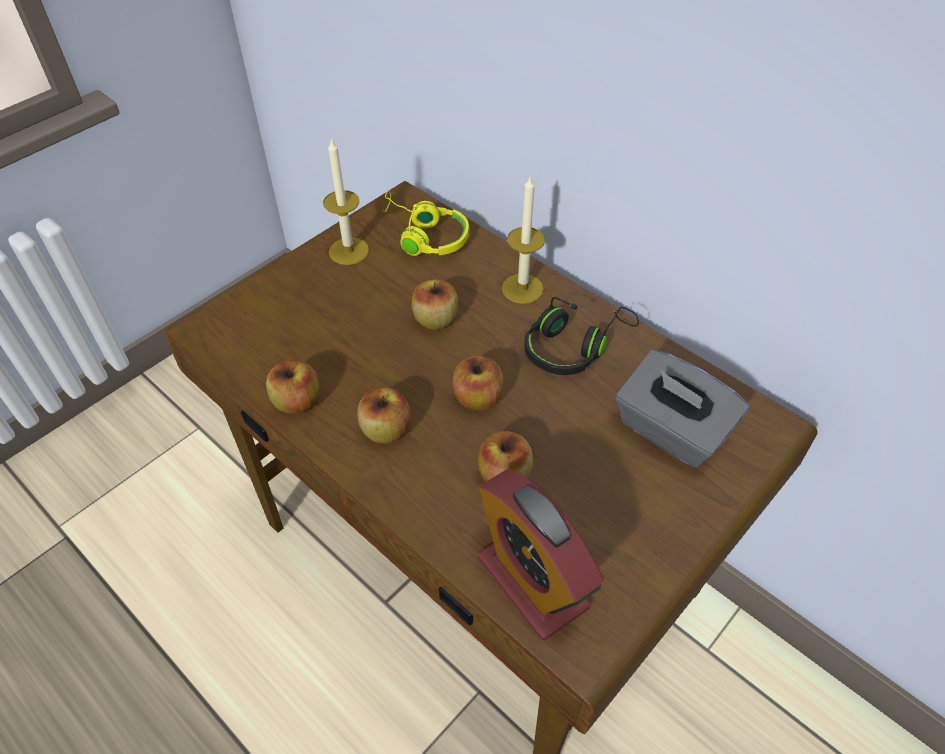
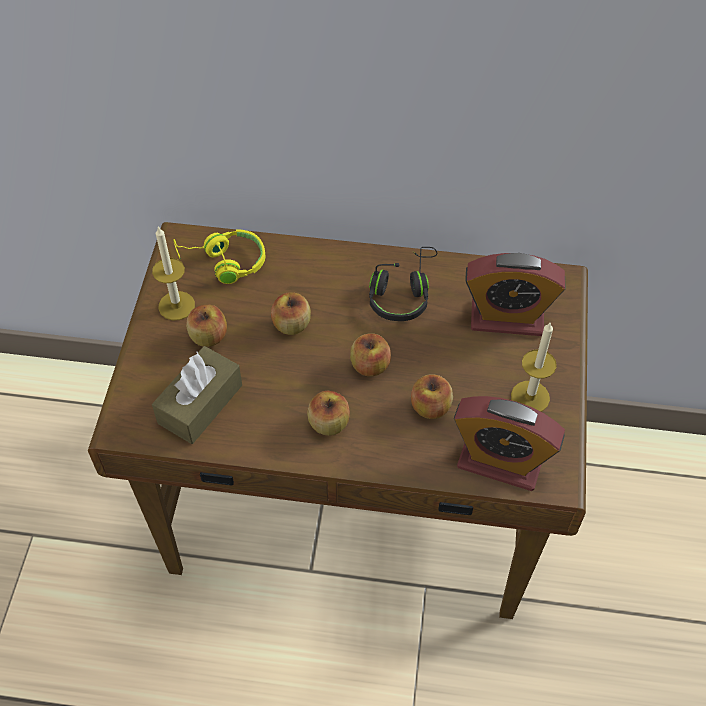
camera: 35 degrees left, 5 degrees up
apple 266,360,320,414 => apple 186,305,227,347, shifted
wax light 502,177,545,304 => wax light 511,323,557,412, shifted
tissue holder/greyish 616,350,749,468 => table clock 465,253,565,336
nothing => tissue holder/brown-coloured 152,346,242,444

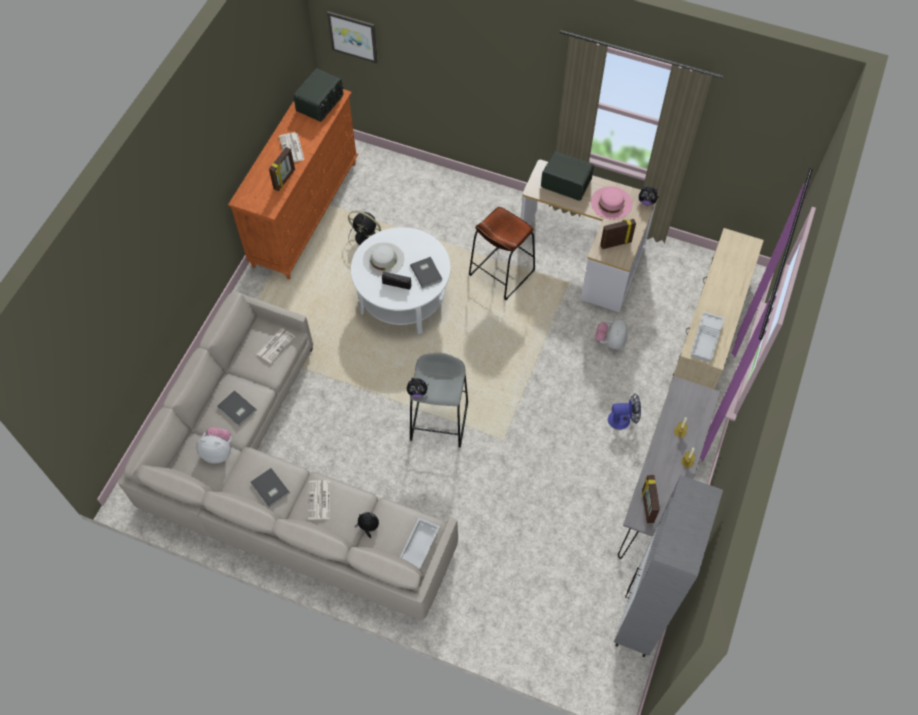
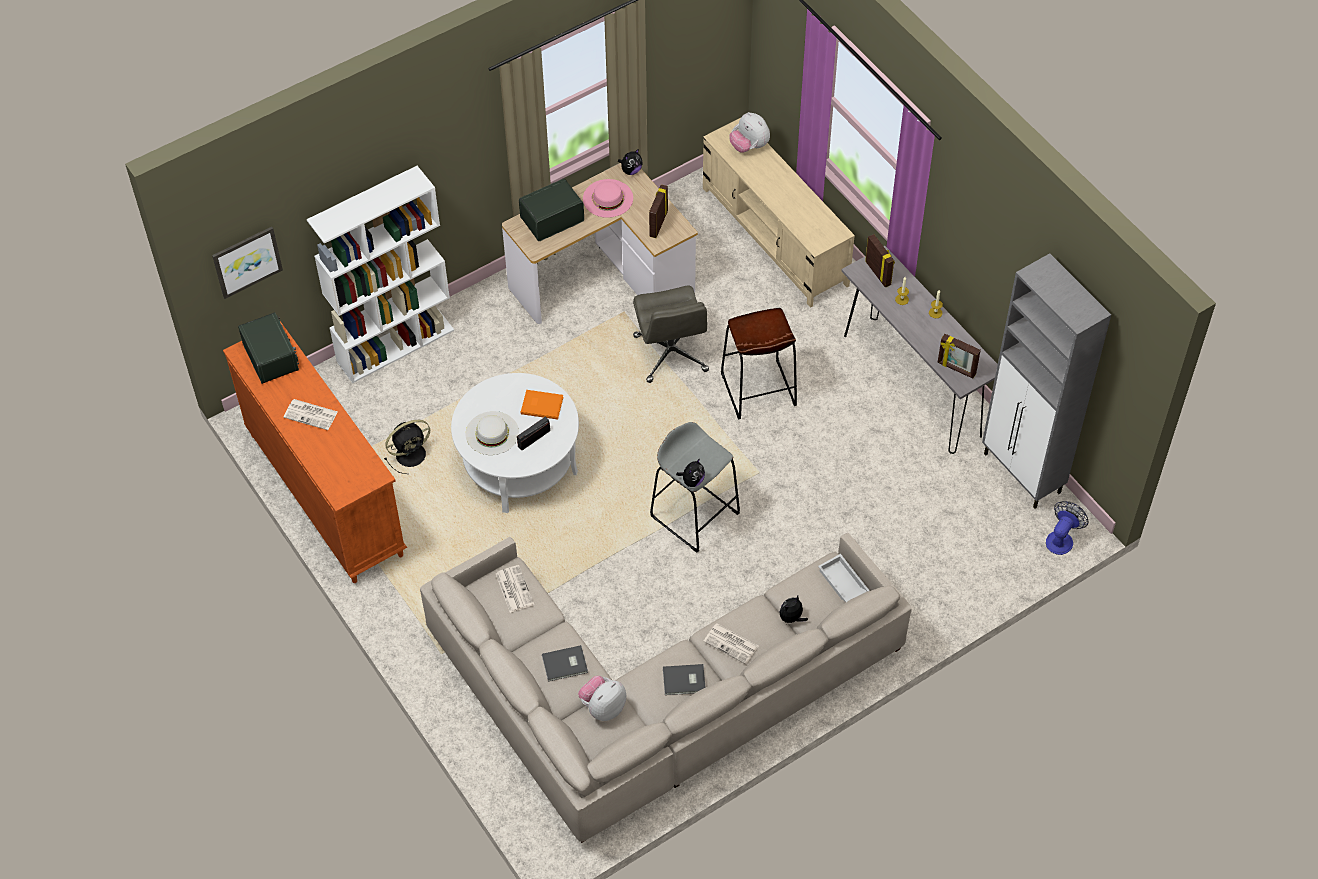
camera: 55 degrees left, 5 degrees down
picture frame 269,147,295,191 => picture frame 865,234,895,288, shifted
bound book/greyish 410,257,442,289 => bound book/orangey 521,390,563,420
stool/brown-coloured 469,207,535,300 => stool/brown-coloured 721,308,797,420, shifted
soft toy 595,319,628,350 => soft toy 729,112,770,153, shifted
electric fan 608,394,641,430 => electric fan 1046,501,1088,555, shifted
tray/white 691,312,724,363 => nothing
nothing => bookshelf/white 307,166,454,383
nothing => desk chair/greyish 633,286,709,383

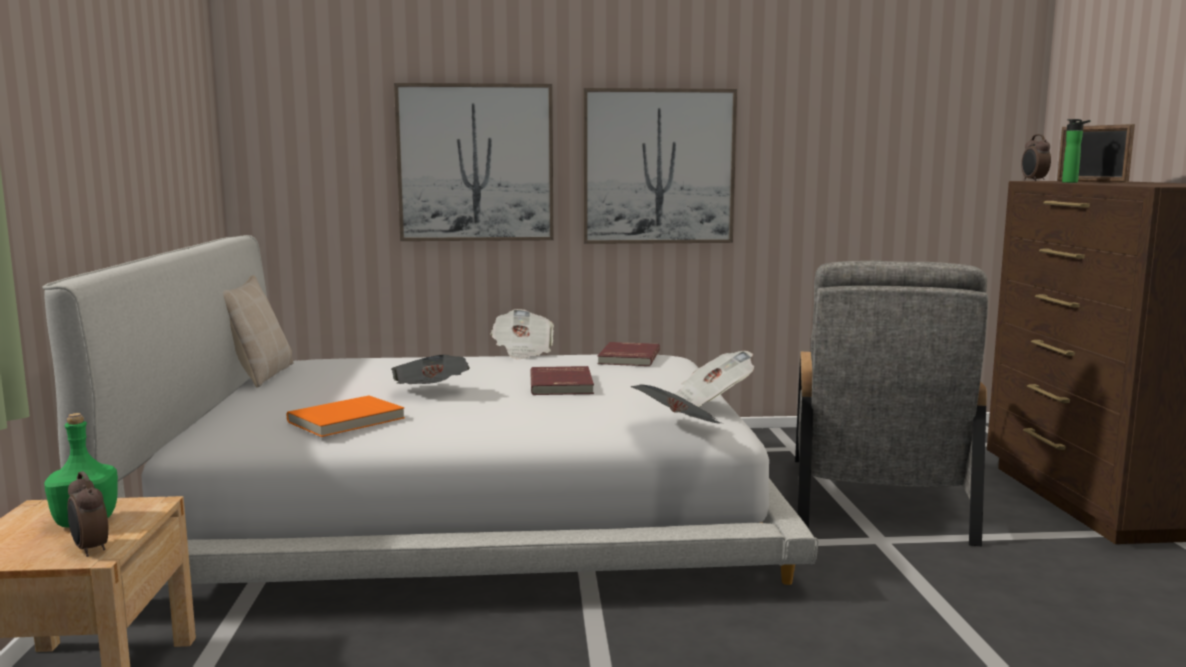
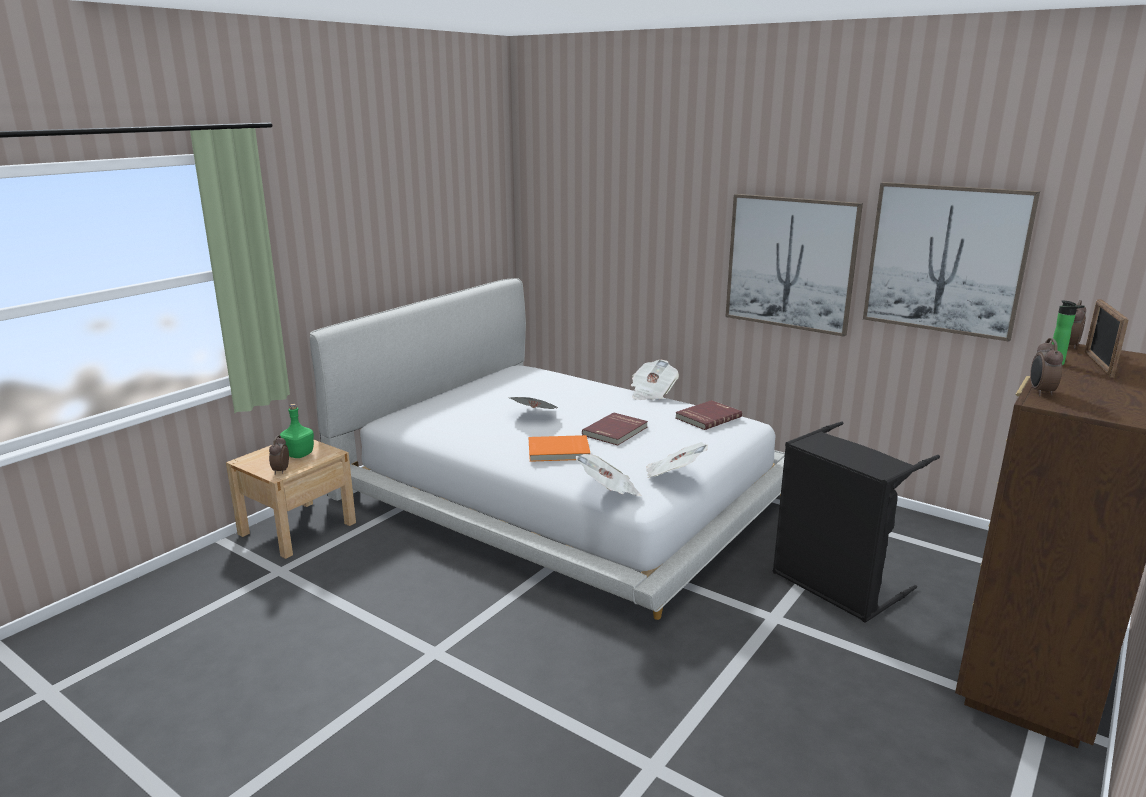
camera: 40 degrees right, 10 degrees up
cushion/beige-coloured 223,275,294,388 => nothing
bound book/orangey 287,396,405,437 => bound book/orangey 529,435,590,462, shifted
wall art 394,83,553,241 => wall art 863,182,1040,342, shifted
easy chair/greyish 795,261,988,546 => washing basket/blackish 773,421,940,623
nothing => table clock 1030,338,1063,396

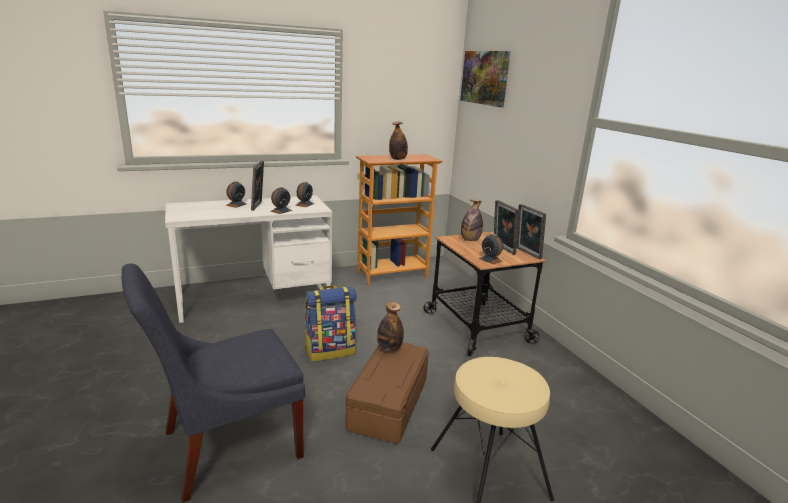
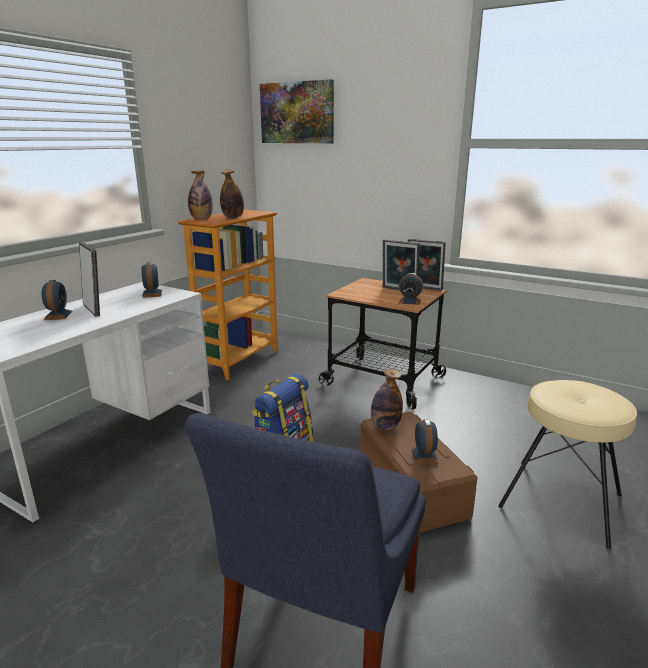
camera: 35 degrees left, 0 degrees up
table clock 271,187,292,214 => table clock 411,419,439,464, shifted
beverage bottle 461,199,483,241 => beverage bottle 188,171,213,219, shifted

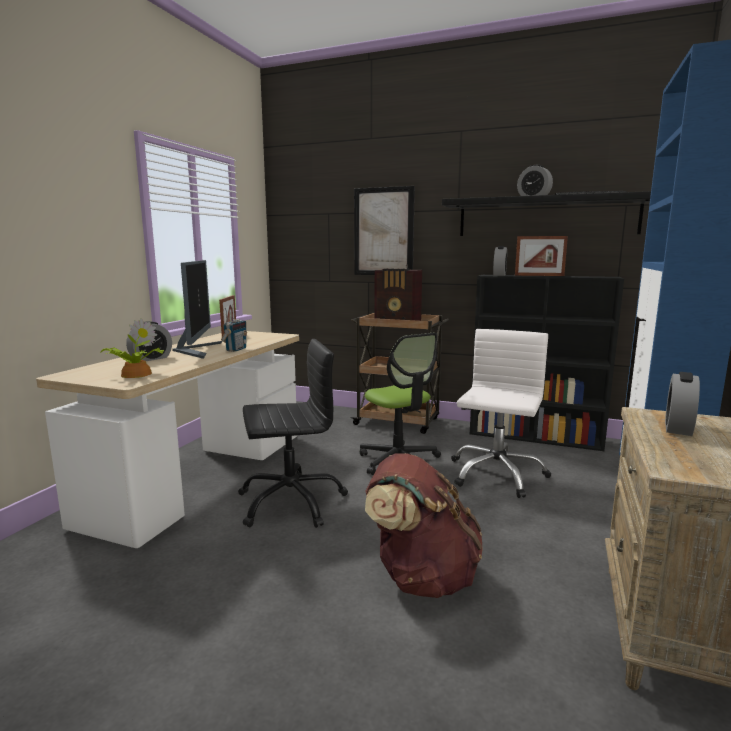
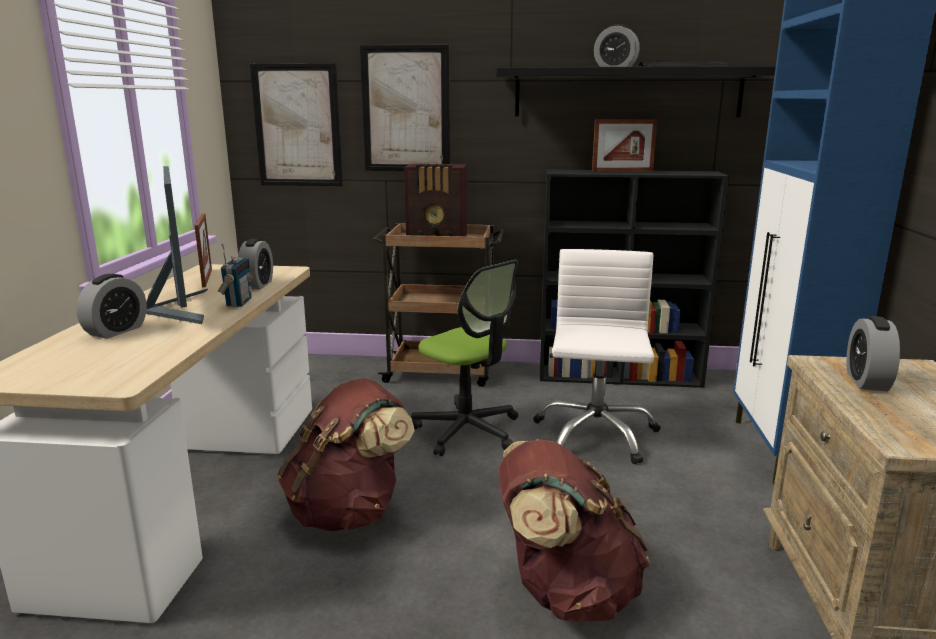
camera: 15 degrees left, 5 degrees up
houseplant 100,318,164,378 => nothing
desk chair/blackish 238,339,348,528 => backpack/brown-coloured 278,378,415,531
table clock 493,246,507,276 => table clock 238,239,273,289, shifted
nothing => wall art 250,63,343,186

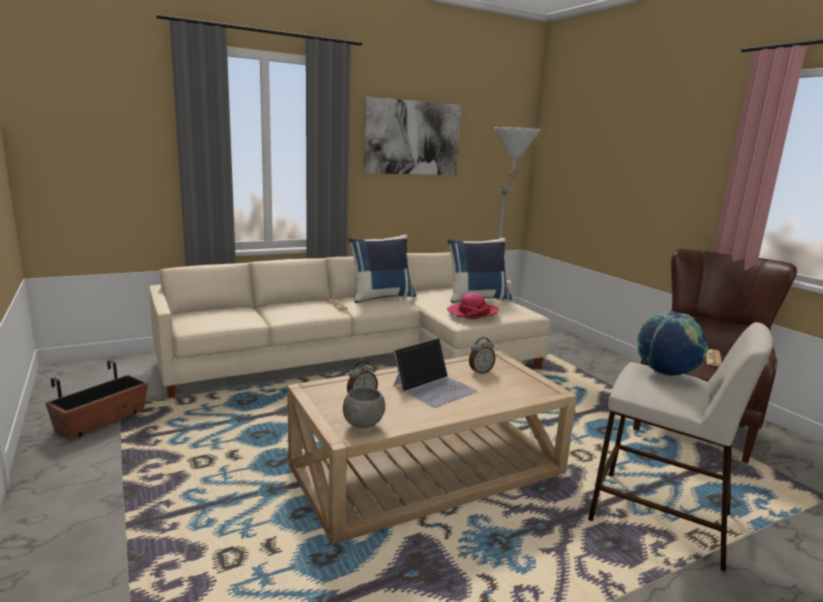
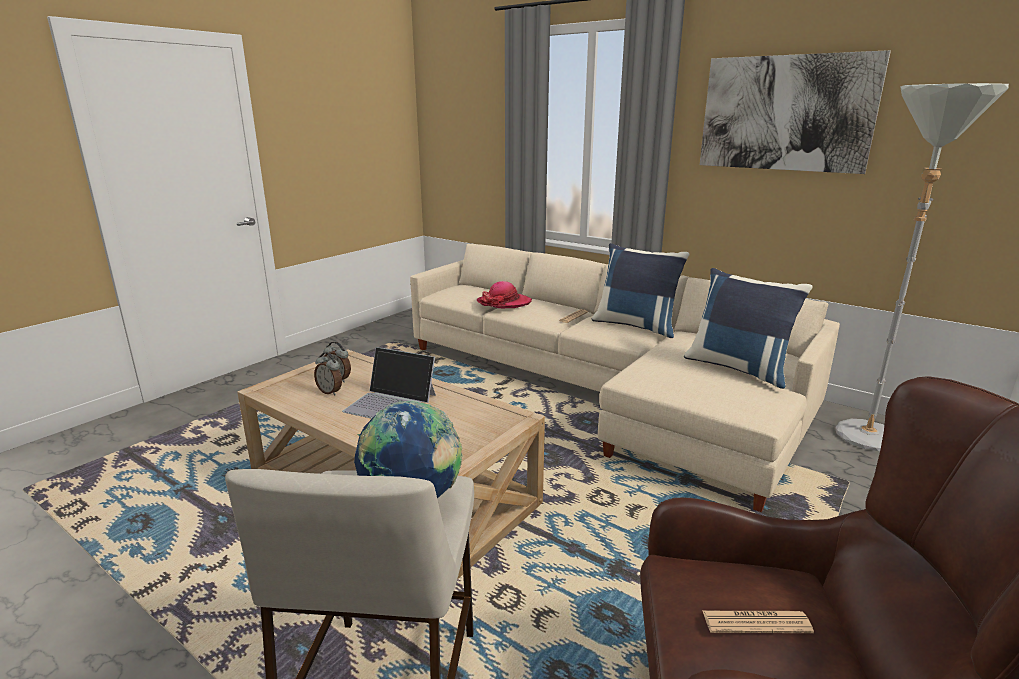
camera: 65 degrees right, 5 degrees up
flower pot 45,360,148,440 => nothing
deep dish/greyish 343,387,385,428 => nothing
wearable hat 447,293,499,319 => wearable hat 477,281,532,308, shifted
table clock 469,337,495,374 => table clock 314,352,342,395, shifted

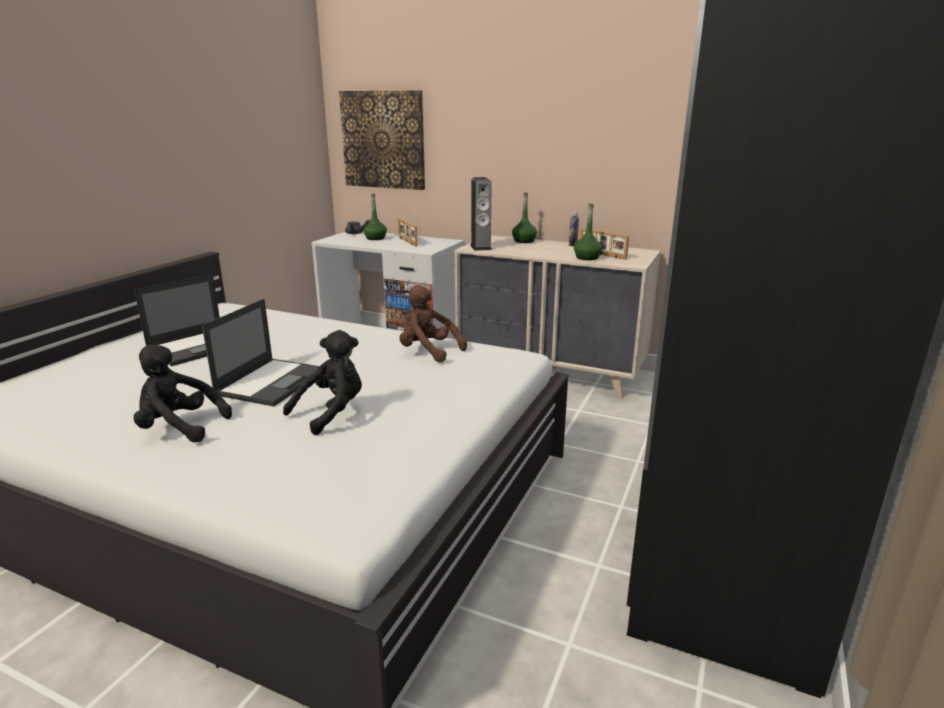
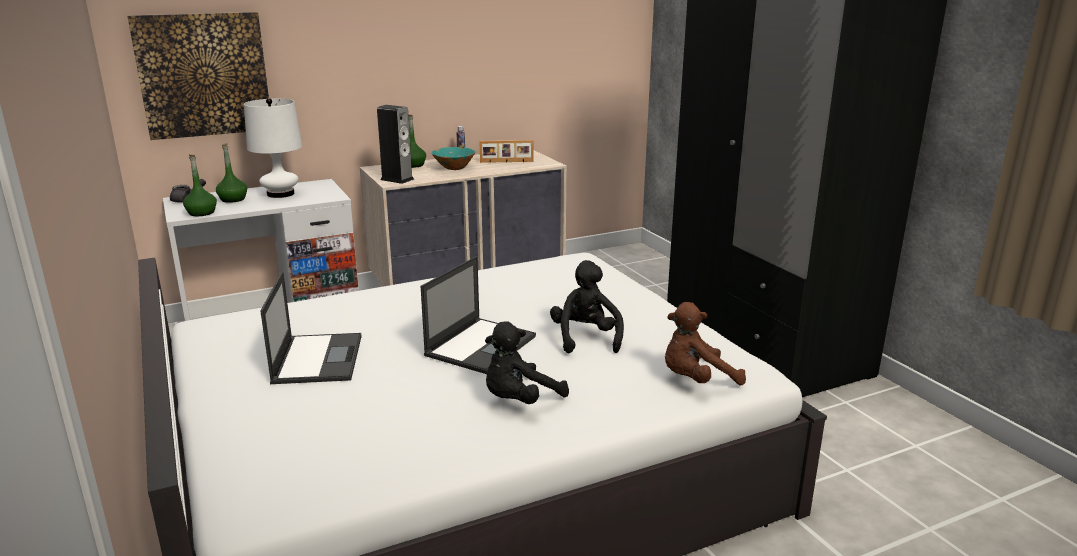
camera: 50 degrees left, 0 degrees up
portable computer 202,299,320,406 => portable computer 421,256,536,374, 60 degrees clockwise
picture frame 398,218,418,247 => lamp for a table/white 244,98,302,198
soft toy/brown-coloured 400,285,467,362 => soft toy/brown-coloured 665,302,746,385, shifted
beverage bottle/green-coloured 574,203,602,260 => beverage bottle/green-coloured 183,154,217,216, shifted
nothing => deep dish/blue-green 432,147,475,170

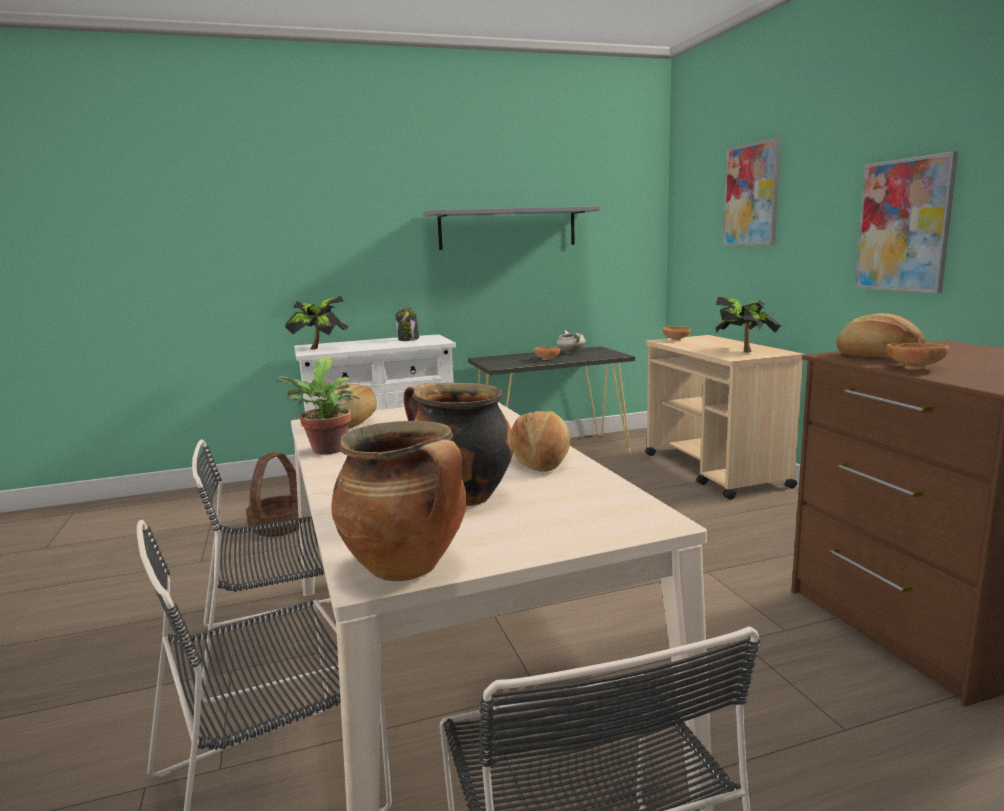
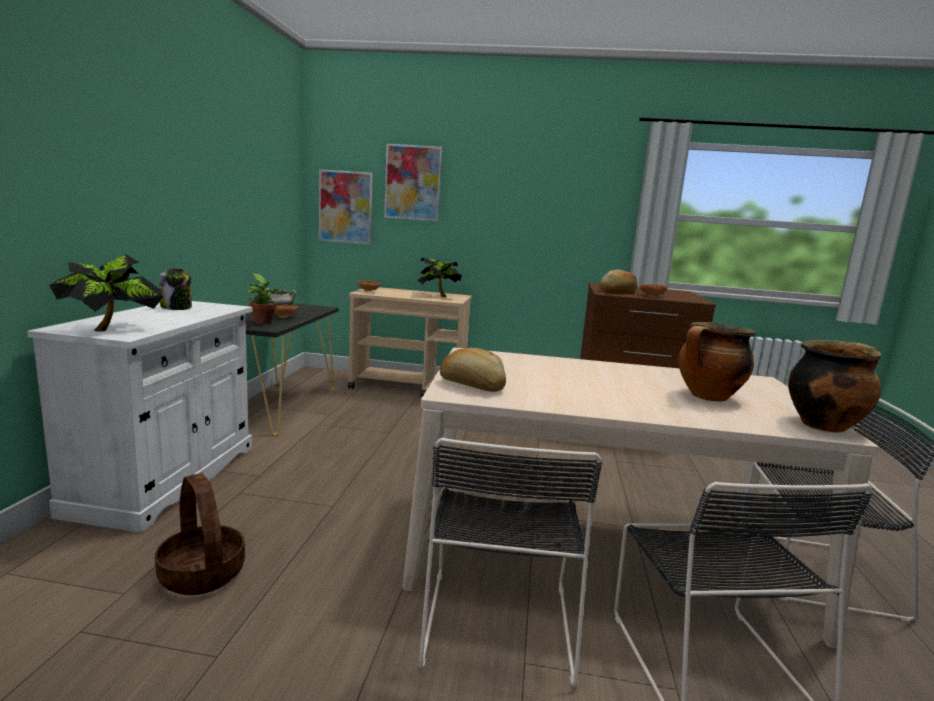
camera: 65 degrees left, 0 degrees up
houseplant 275,357,360,454 => houseplant 247,273,285,324, shifted
shelf/greyish 423,206,600,250 => nothing
bread 511,411,570,472 => nothing
wall art 855,151,958,294 => wall art 319,169,373,245, shifted

